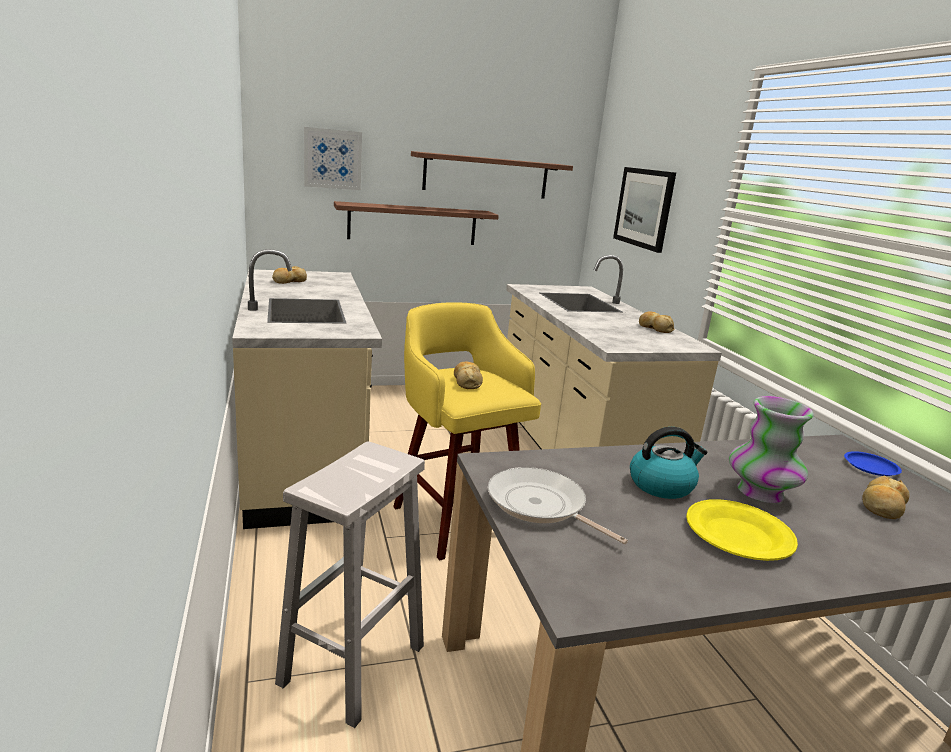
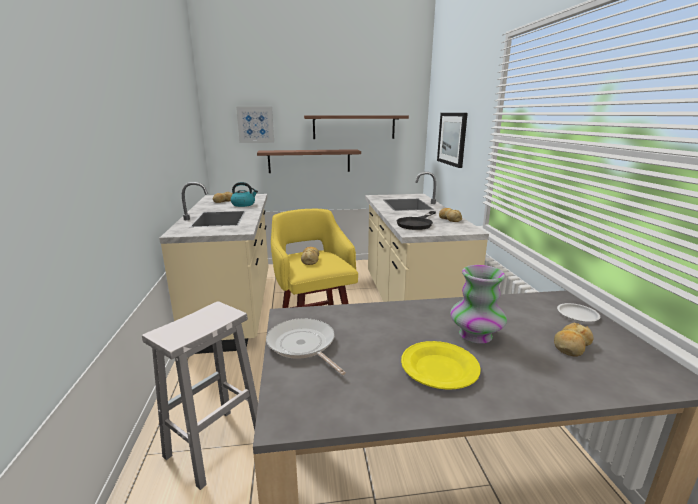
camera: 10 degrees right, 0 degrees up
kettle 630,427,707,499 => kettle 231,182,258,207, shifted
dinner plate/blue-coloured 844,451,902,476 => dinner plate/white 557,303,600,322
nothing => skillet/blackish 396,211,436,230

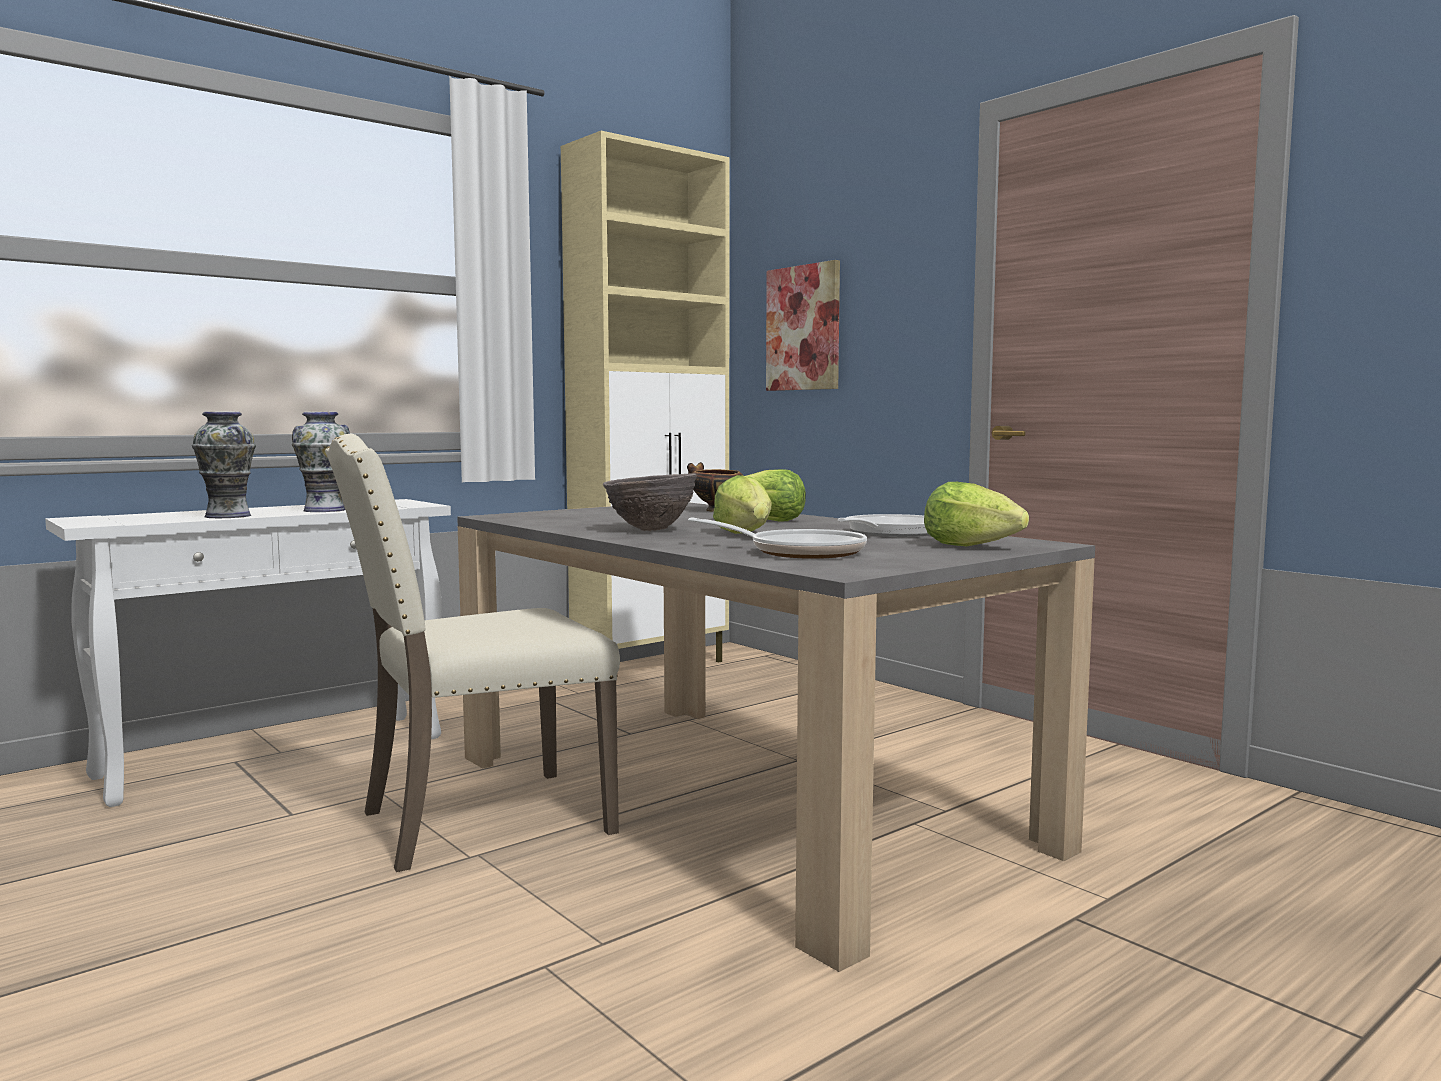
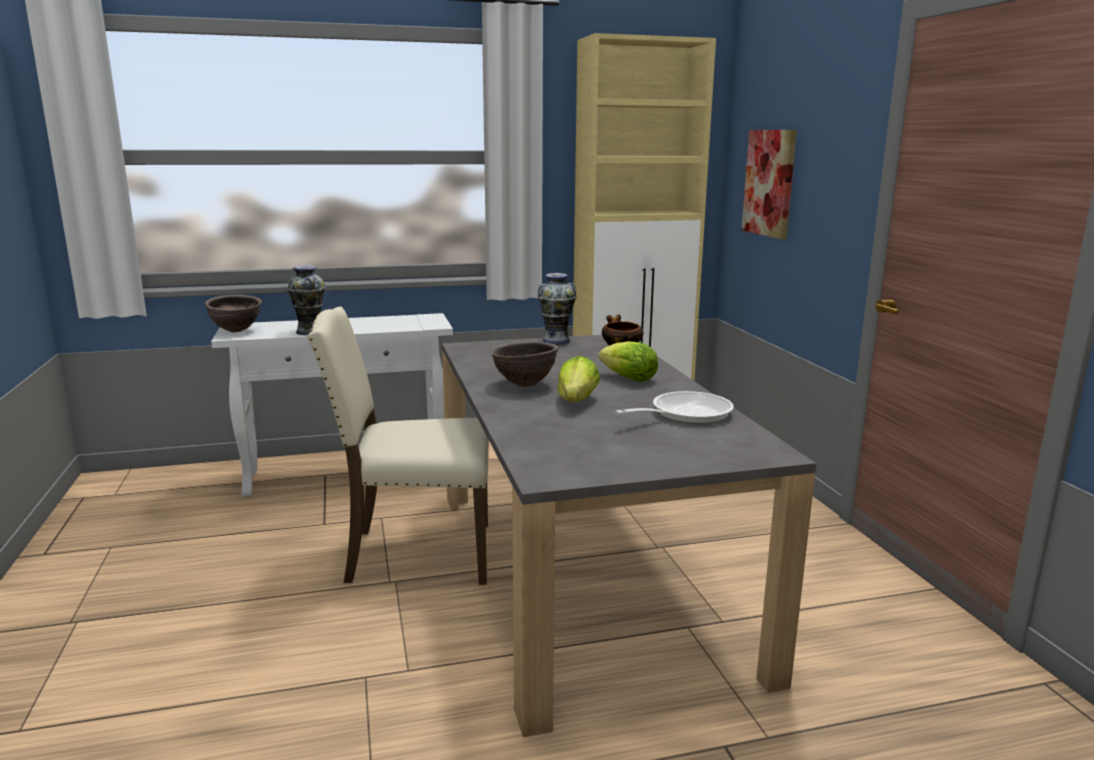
camera: 25 degrees right, 10 degrees up
vase 292,412,350,512 => vase 538,273,577,345, shifted
skillet 688,517,867,559 => nothing
lettuce 924,482,1029,546 => nothing
nothing => deep dish/brown-coloured 205,295,262,332

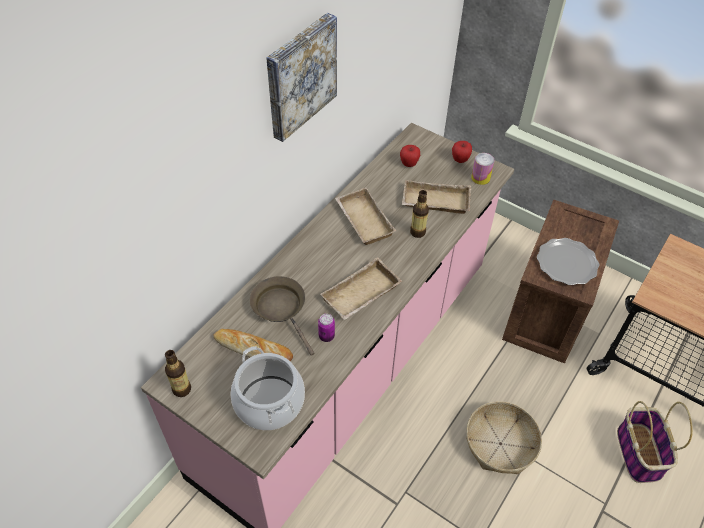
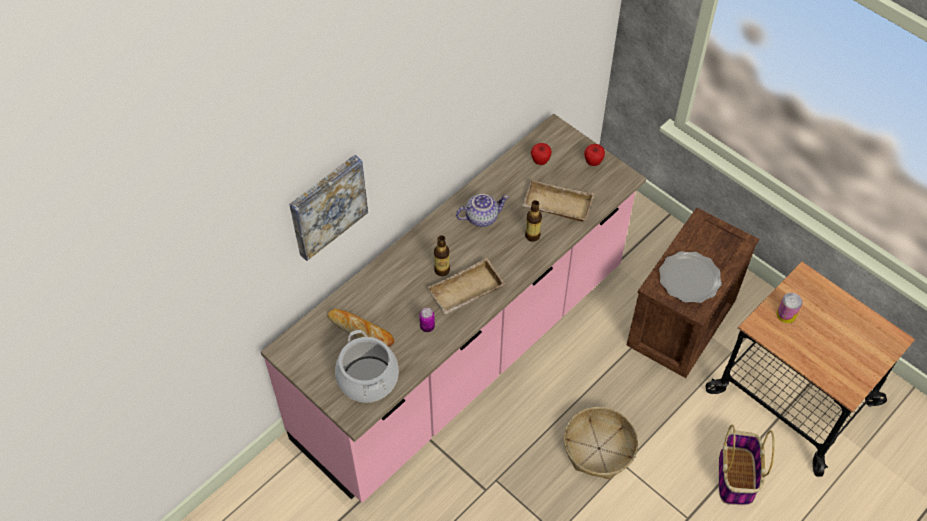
camera: 10 degrees right, 5 degrees up
beverage bottle 165,350,191,397 => beverage bottle 434,235,450,276, shifted
skillet/brown-coloured 250,276,314,356 => nothing
wall art 266,13,337,142 => wall art 289,155,368,261, shifted
tray/beige-coloured 335,187,396,245 => tea pot 456,194,509,227
metal can 471,153,495,185 => metal can 776,293,803,323, shifted

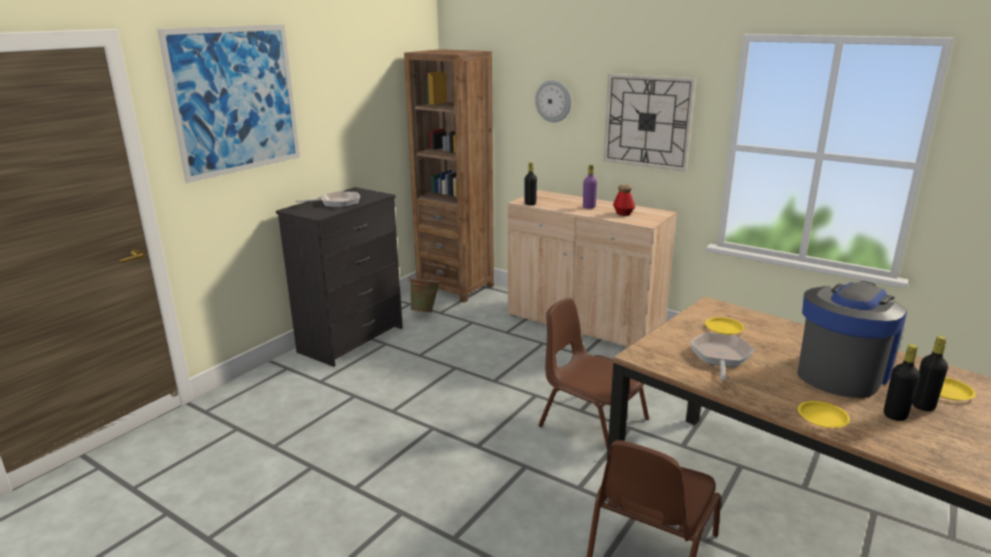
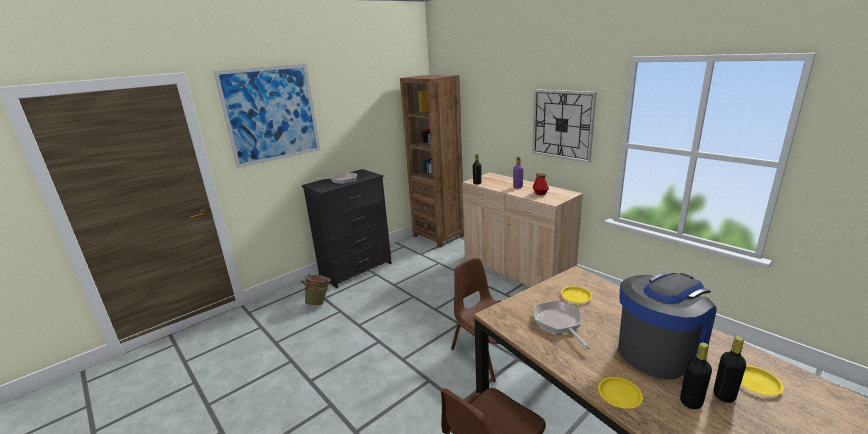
camera: 15 degrees right, 0 degrees up
bucket/green-coloured 408,276,441,312 => bucket/green-coloured 303,273,331,306, shifted
wall clock 535,80,571,122 => nothing
skillet 690,333,754,381 => skillet 534,300,590,349, 45 degrees counterclockwise

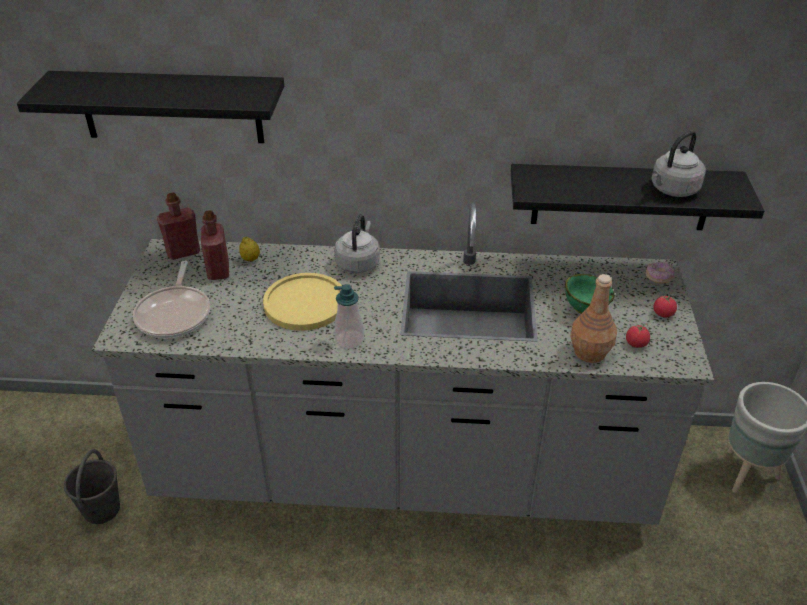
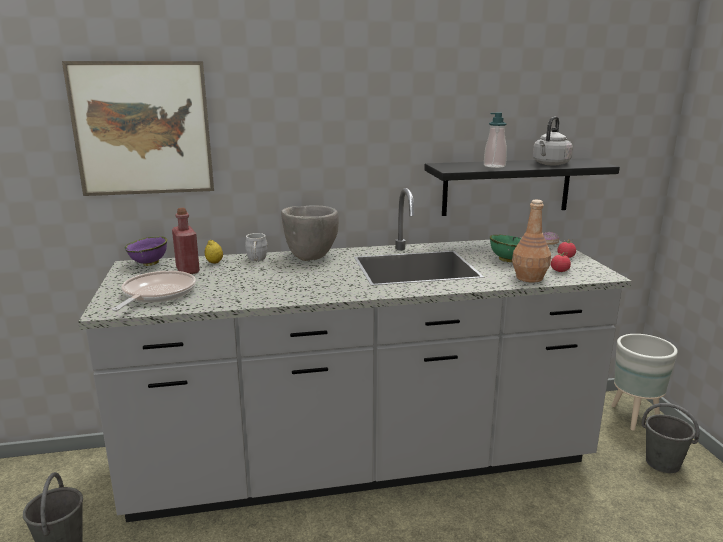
camera: 15 degrees left, 20 degrees down
shelf/blackish 17,71,284,143 => wall art 62,61,214,196
skillet 133,261,210,338 => skillet 112,271,196,311, 150 degrees counterclockwise
beverage bottle/reddish 157,193,200,260 => deep dish/purple-coloured 125,236,167,266
dinner plate/yellowish 263,273,342,331 => nothing
kettle/greyish 334,214,380,273 => deep dish/greyish 281,206,339,261
soap dispenser 334,284,364,349 => soap dispenser 484,112,507,168, shifted
nothing => mug/greyish 245,233,267,261
nothing => bucket/greyish 641,403,700,473

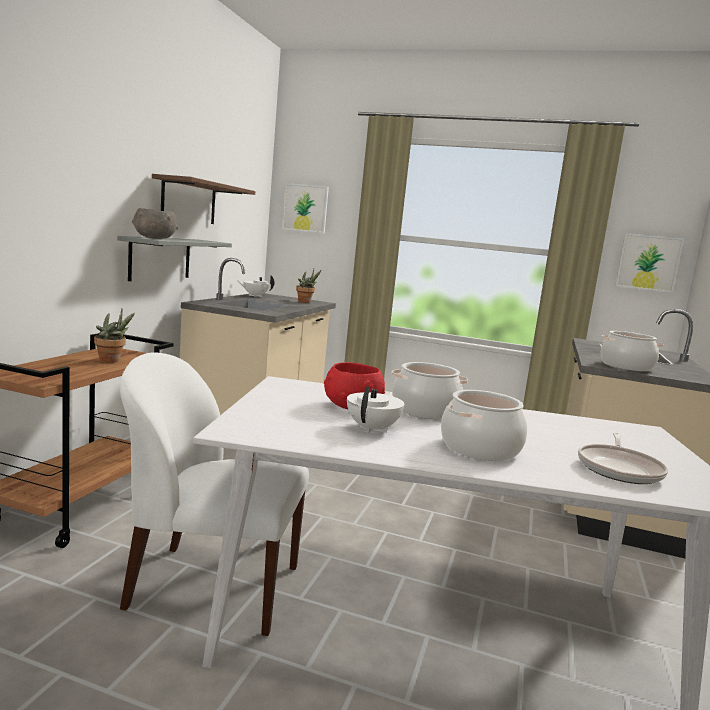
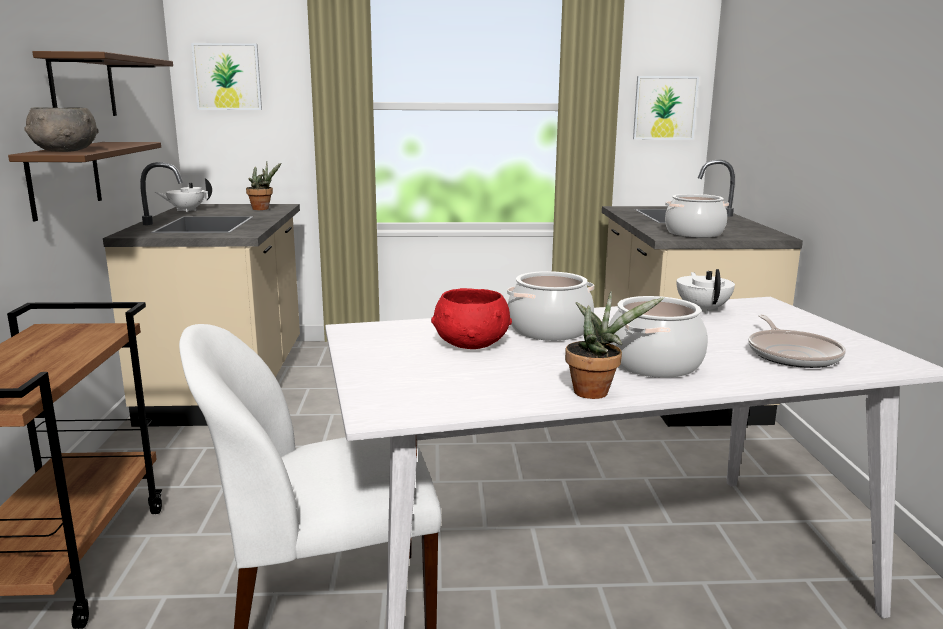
camera: 20 degrees left, 5 degrees up
houseplant 94,309,135,363 => houseplant 565,291,664,399, shifted
shelf/greyish 117,236,232,281 => shelf/brown-coloured 8,142,161,221
tea pot/white 347,386,404,433 => tea pot/white 676,269,735,314, shifted

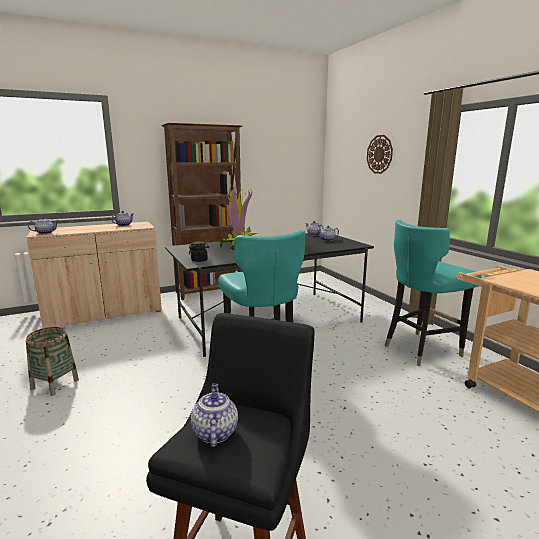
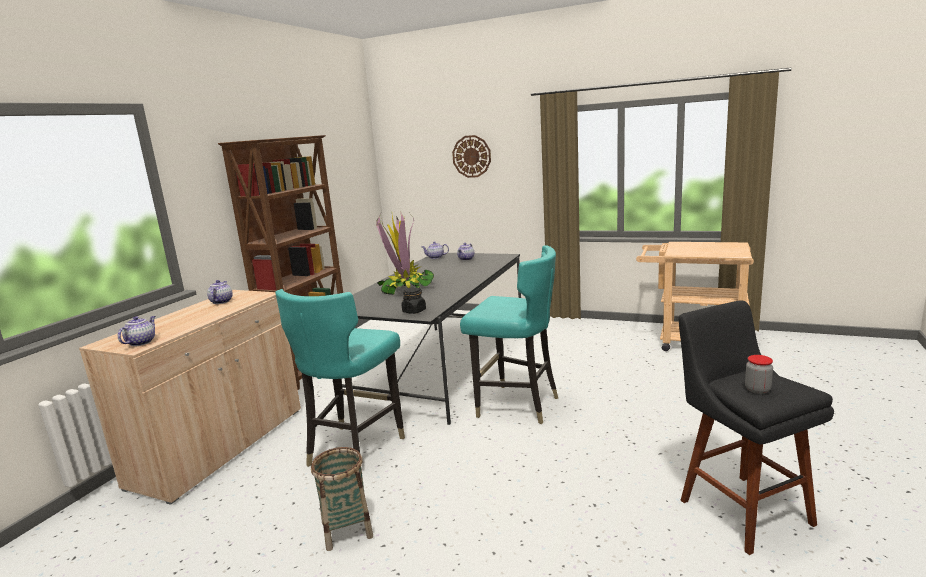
camera: 40 degrees left, 0 degrees up
tea pot 191,383,238,447 => storage jar 745,355,773,394
upright chair/blue-green 384,220,481,366 => upright chair/blue-green 275,289,405,470, shifted

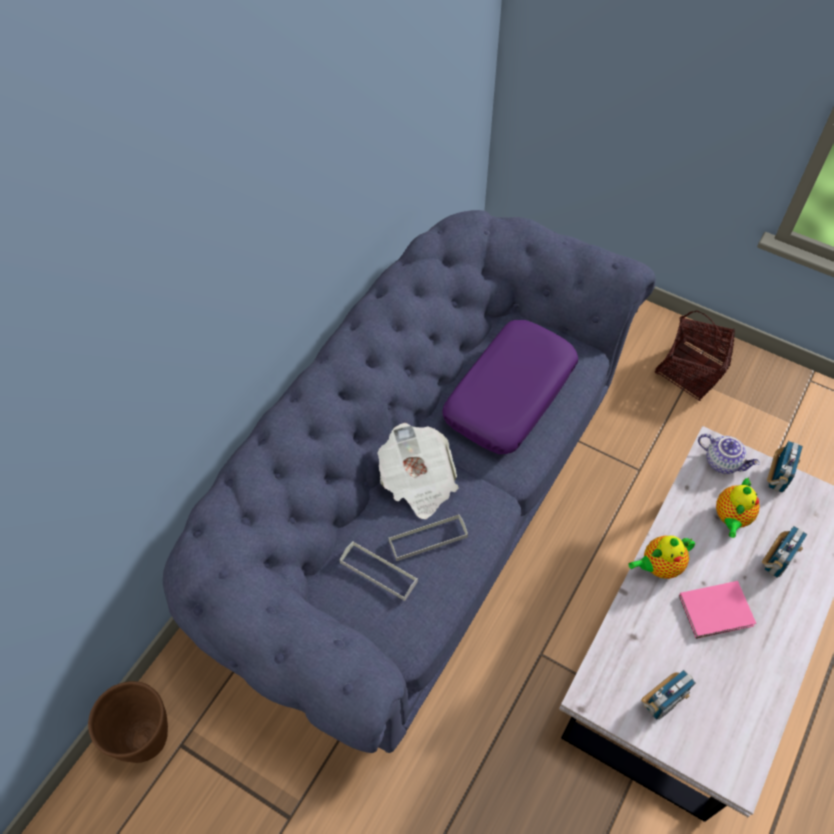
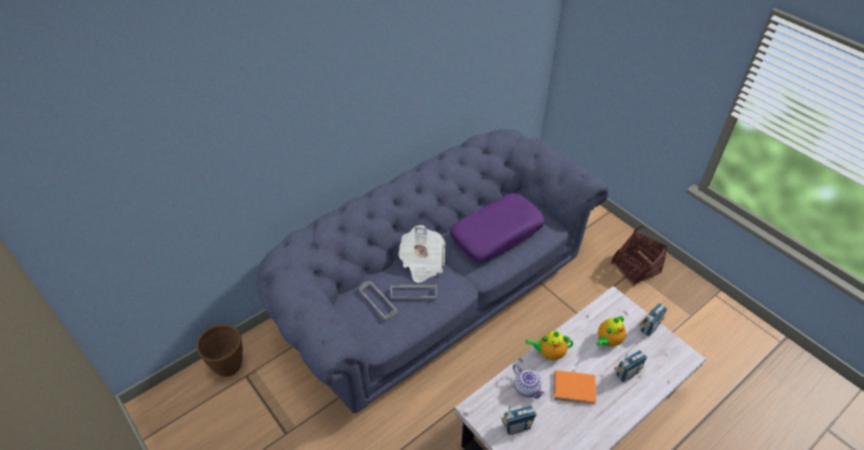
camera: 20 degrees right, 10 degrees down
bound book/pinkish 679,581,756,639 => bound book/orangey 554,370,596,404
tea pot 698,434,760,474 => tea pot 513,364,545,399, shifted

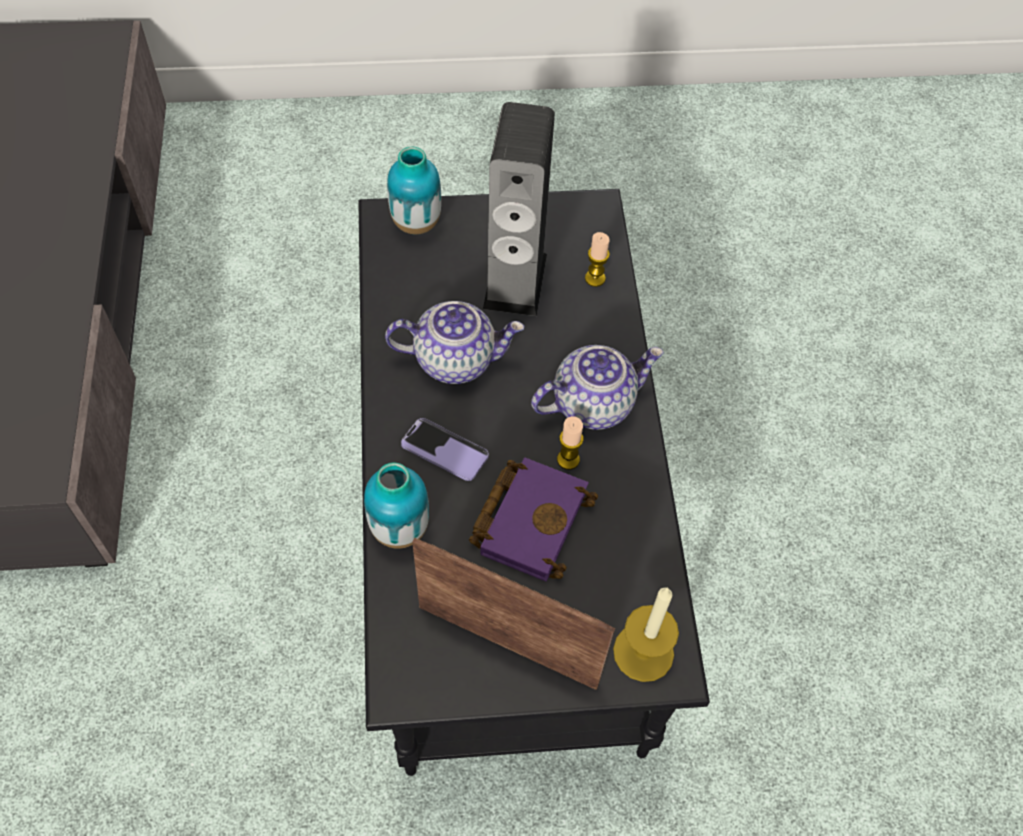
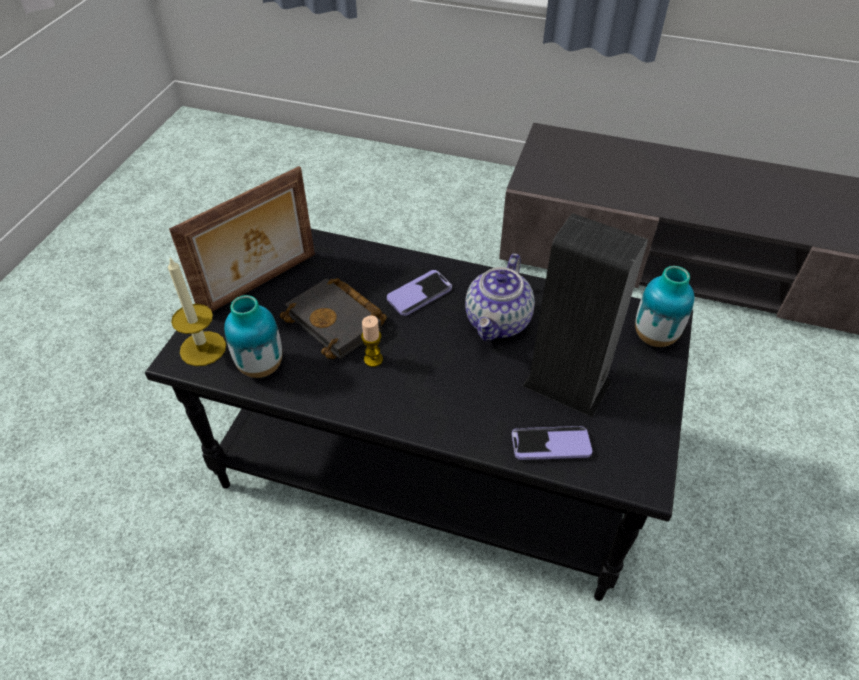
camera: 115 degrees right, 10 degrees down
vase 364,462,429,549 => vase 224,295,282,378, shifted
bound book/purple-coloured 469,457,598,582 => bound book/blackish 280,278,387,359
tea pot 531,345,664,430 => nothing
wax light 585,232,610,287 => telephone 512,426,592,460

